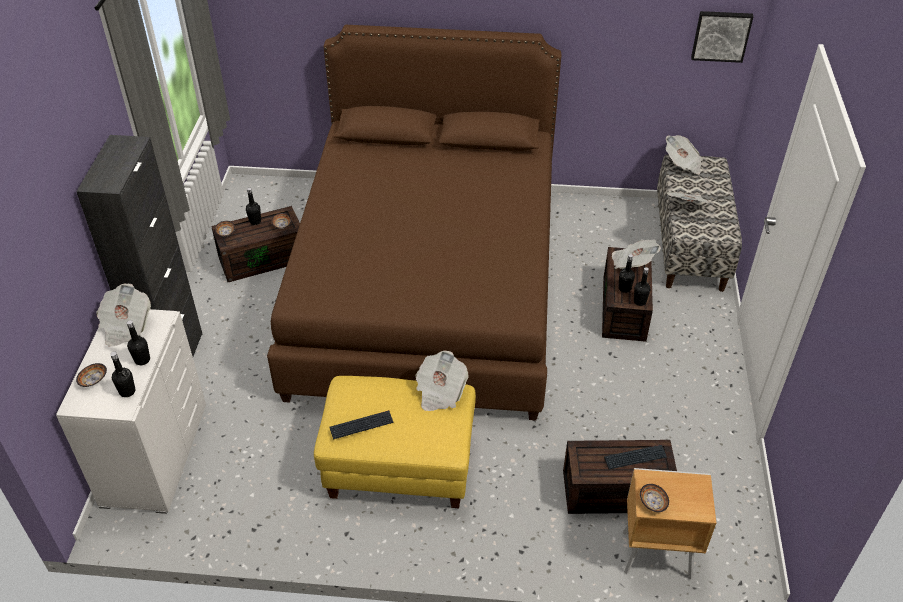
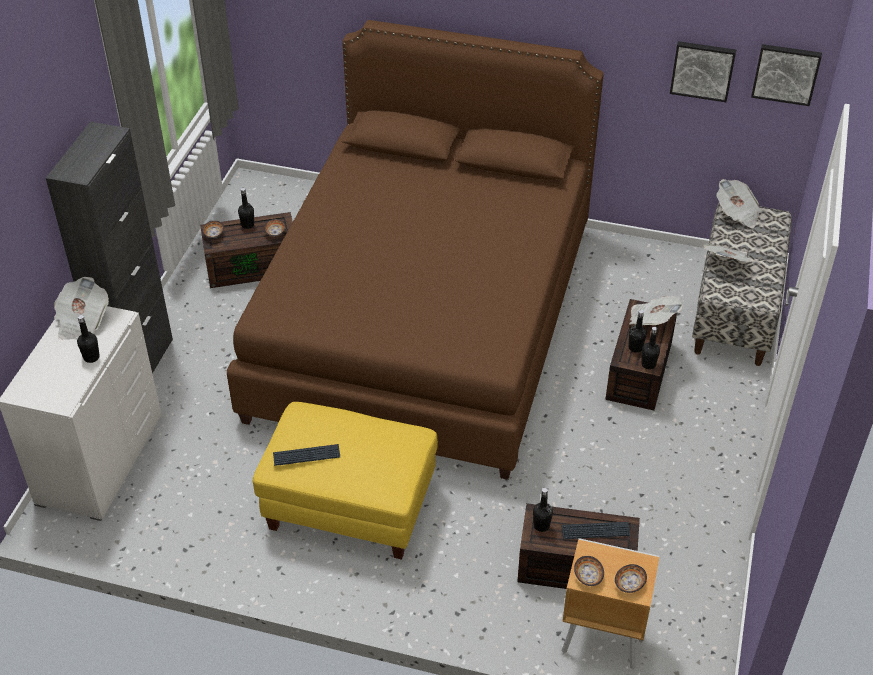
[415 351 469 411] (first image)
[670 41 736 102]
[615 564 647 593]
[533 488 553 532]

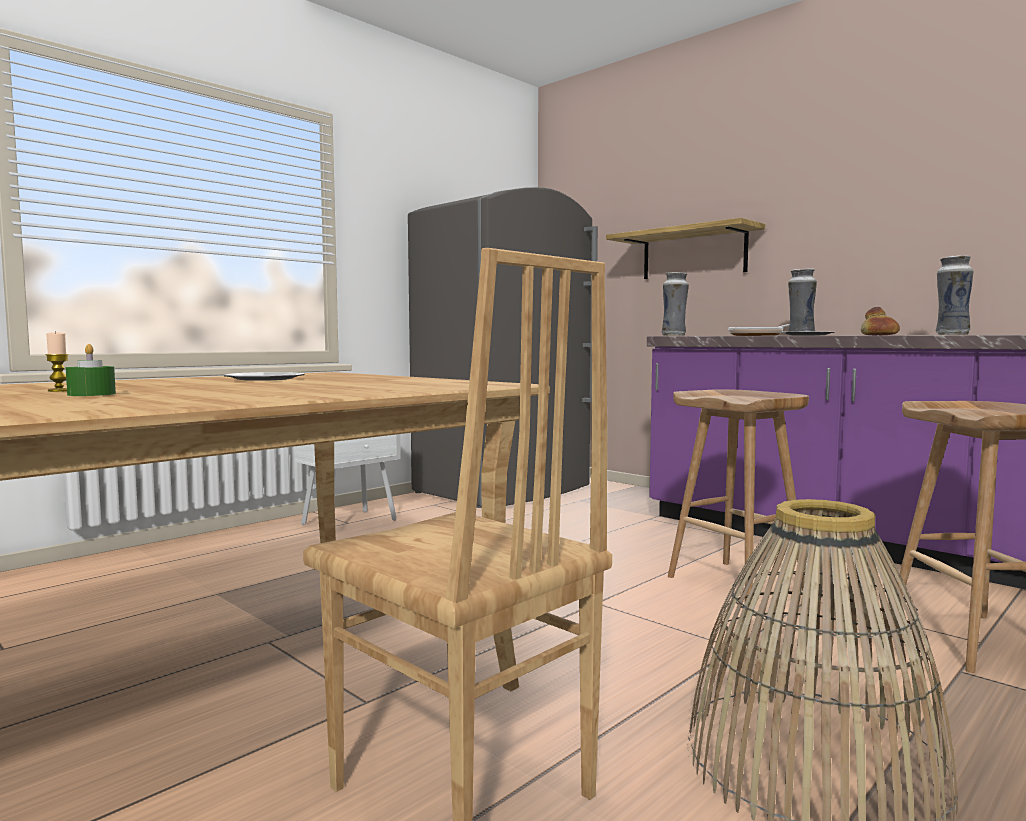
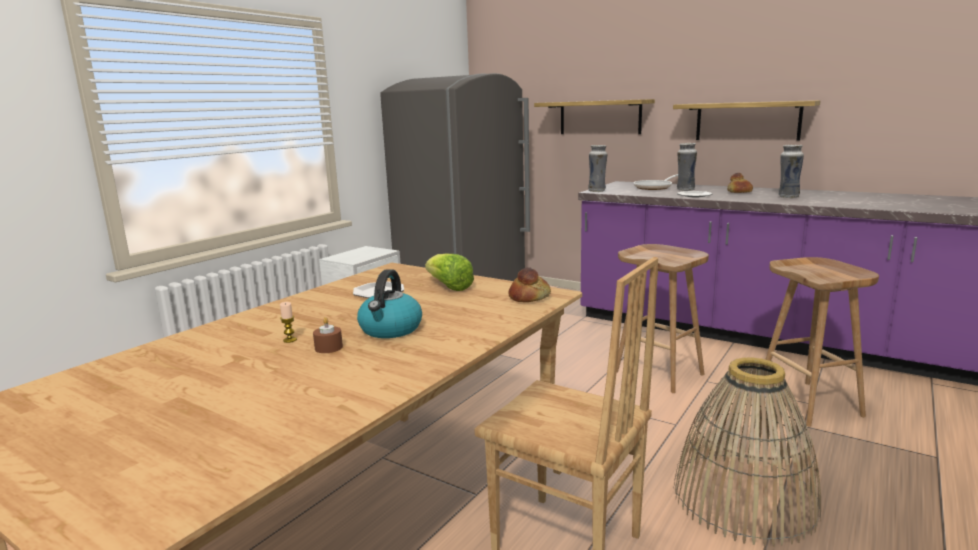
[357 269 422 338]
[425 253 474 291]
[508 267 551 302]
[673 100 821 140]
[313 317 343 353]

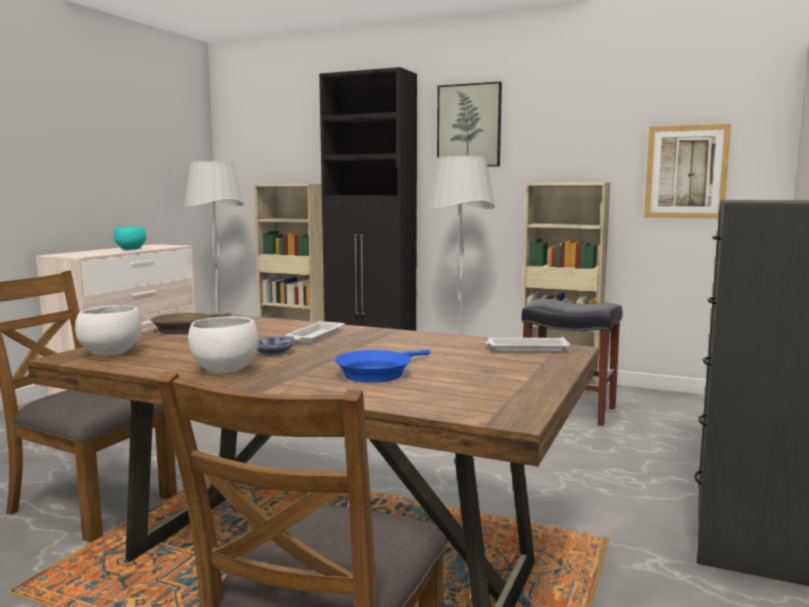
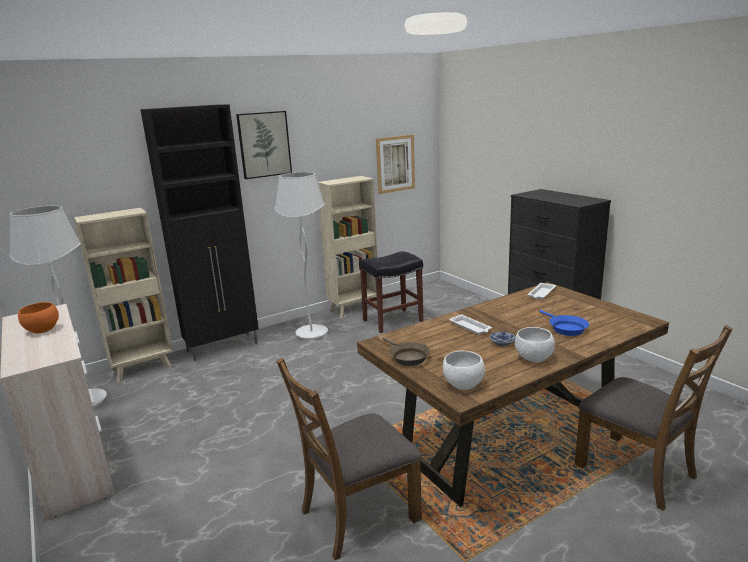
[18 302 59 333]

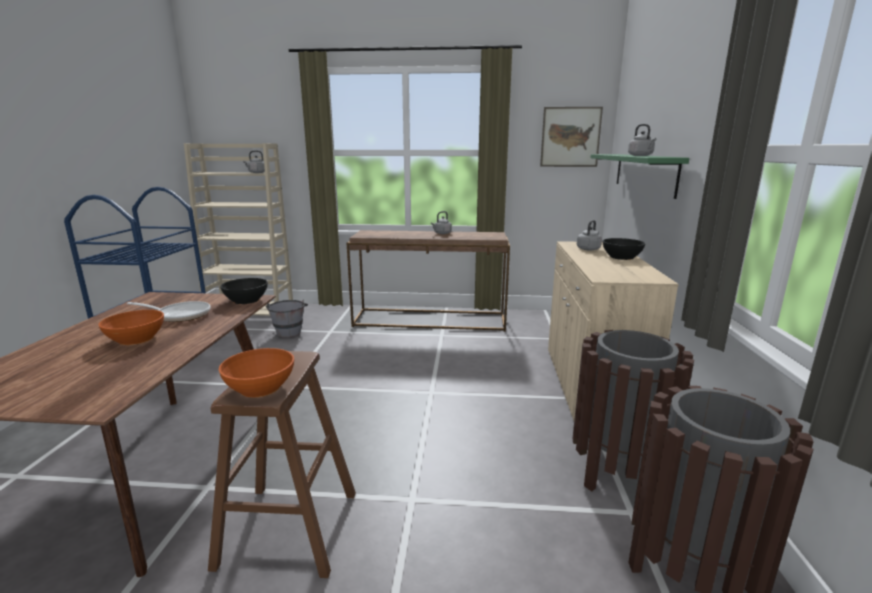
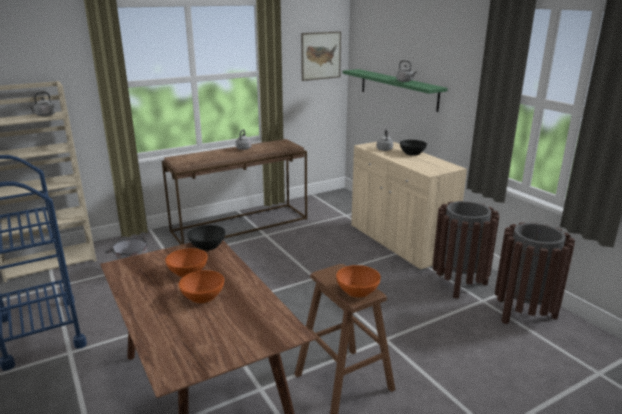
[165 248 208 277]

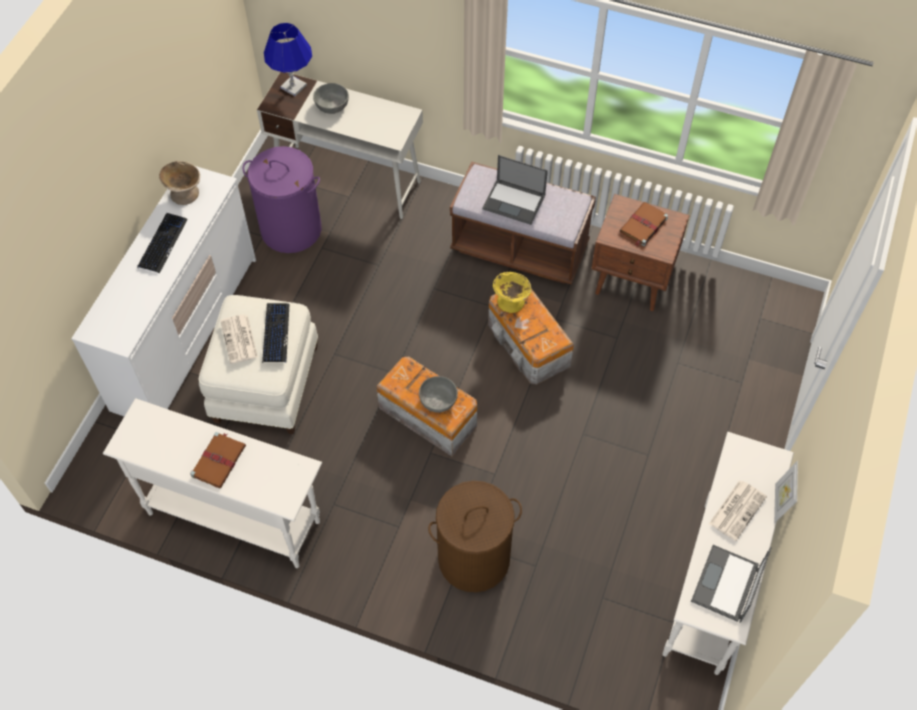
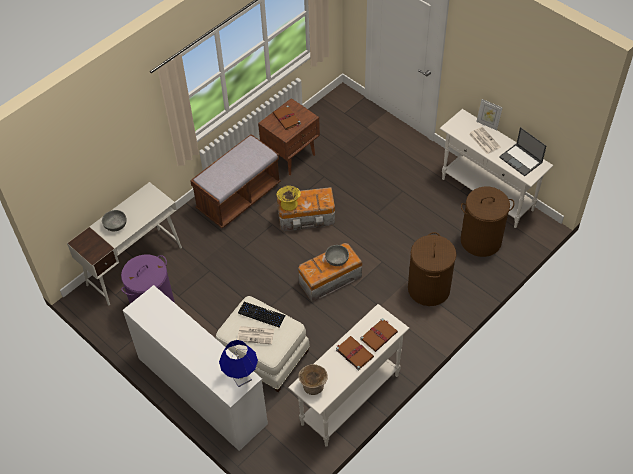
[137 213 188 274] (first image)
[482 155 548 225] (first image)
[360 318 398 352]
[461 187 514 257]
[298 364 328 395]
[219 340 258 387]

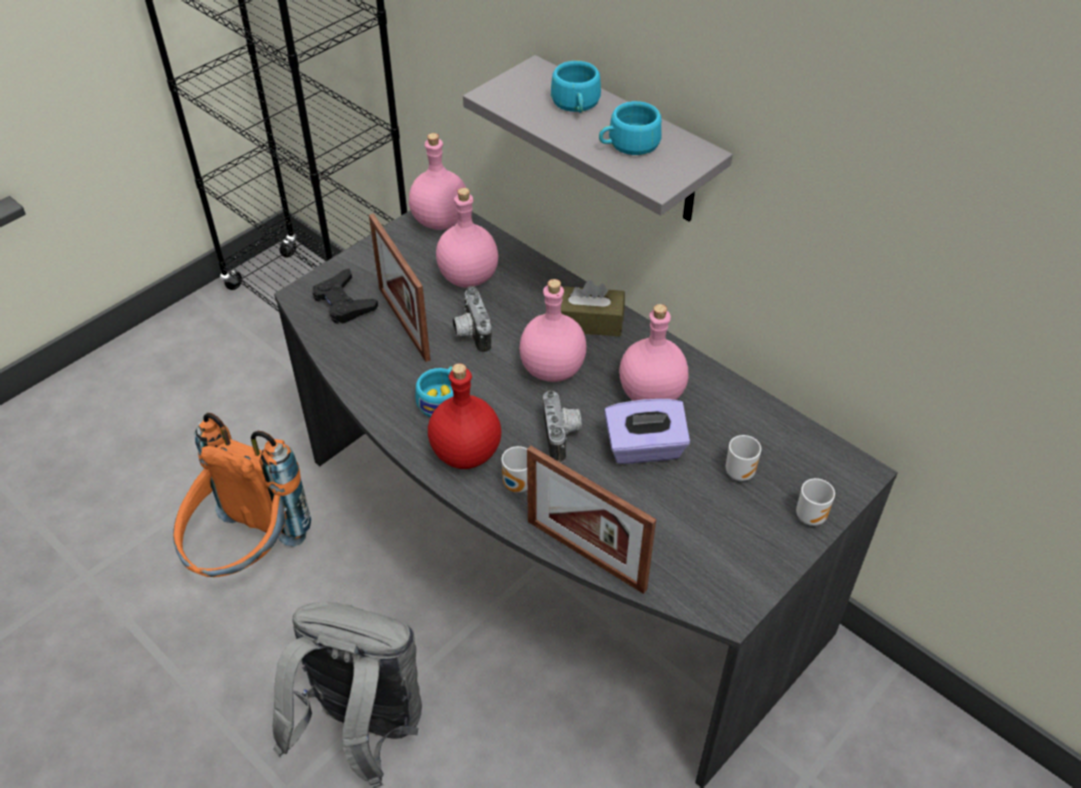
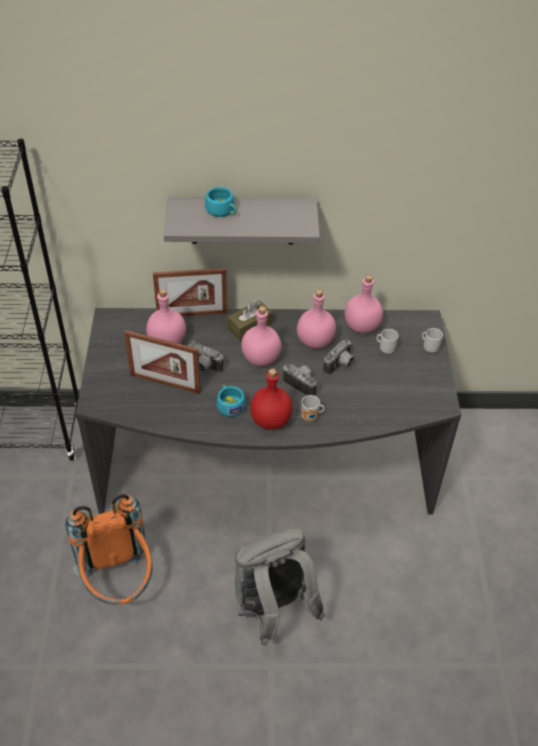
[312 268 378 324] (first image)
[599 101 662 155] (first image)
[344 275 383 333]
[153 268 227 316]
[323 339 354 375]

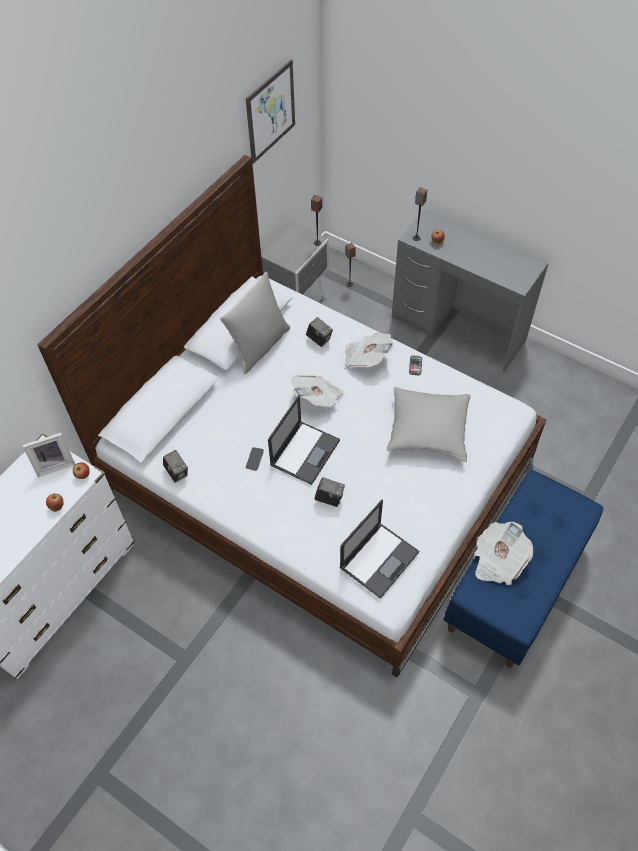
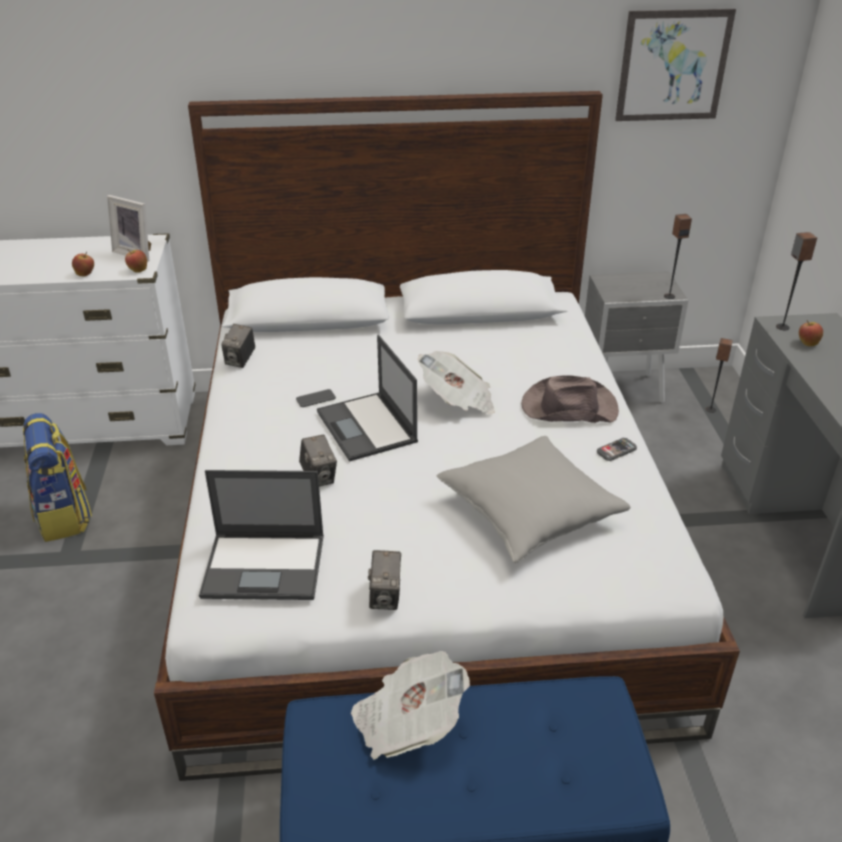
[220 272 290 374] (first image)
[23 413 92 542]
[368 550 401 610]
[521 375 619 423]
[317 335 418 462]

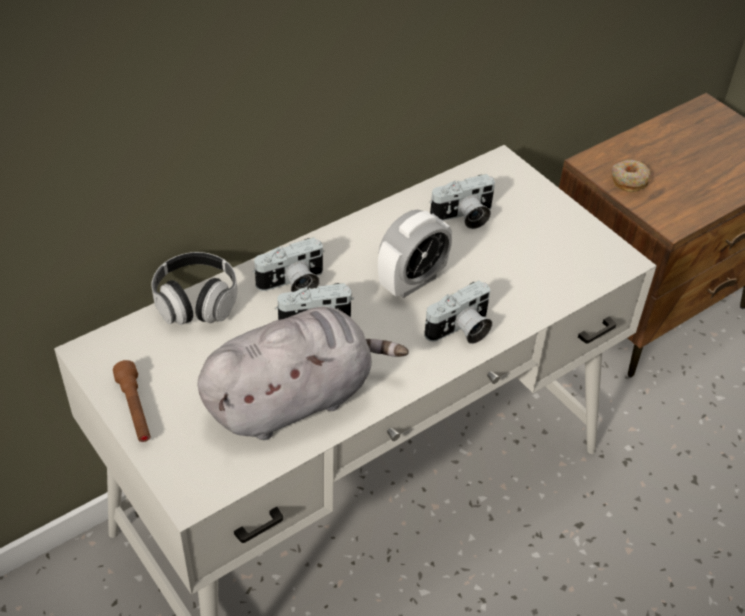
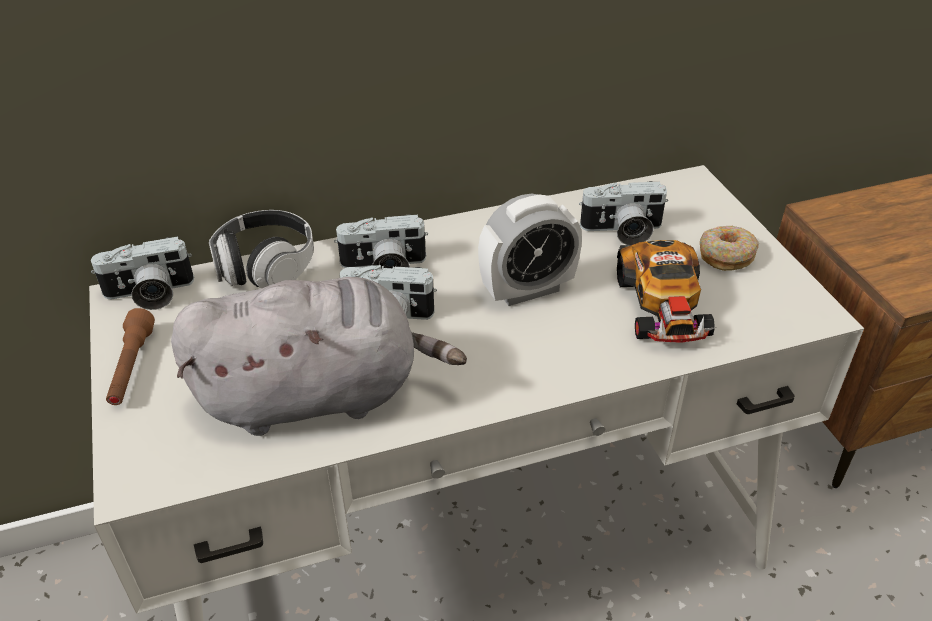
[617 240 717 343]
[91 237 194 310]
[700 226 759 271]

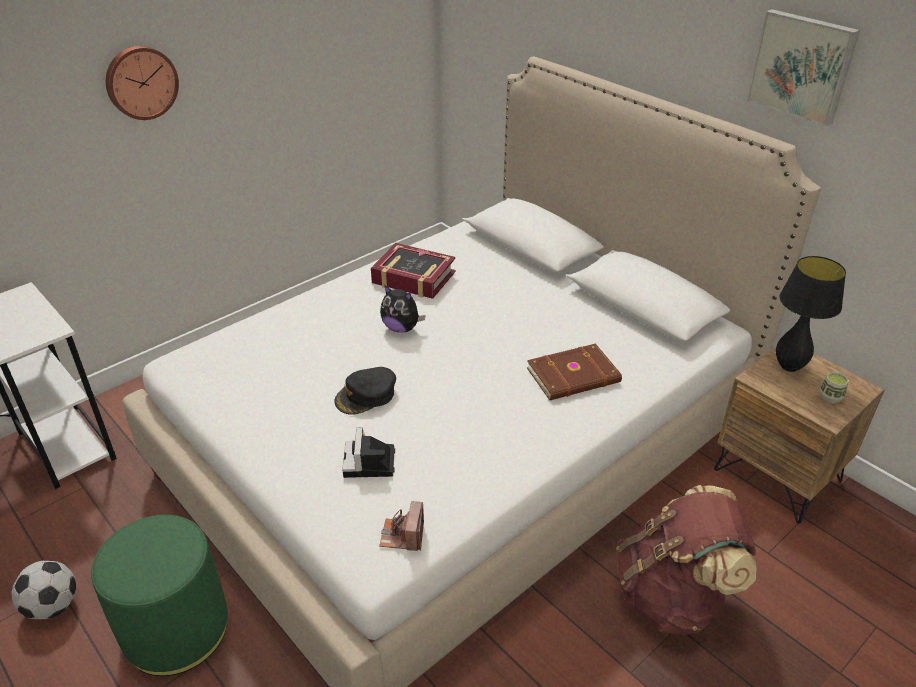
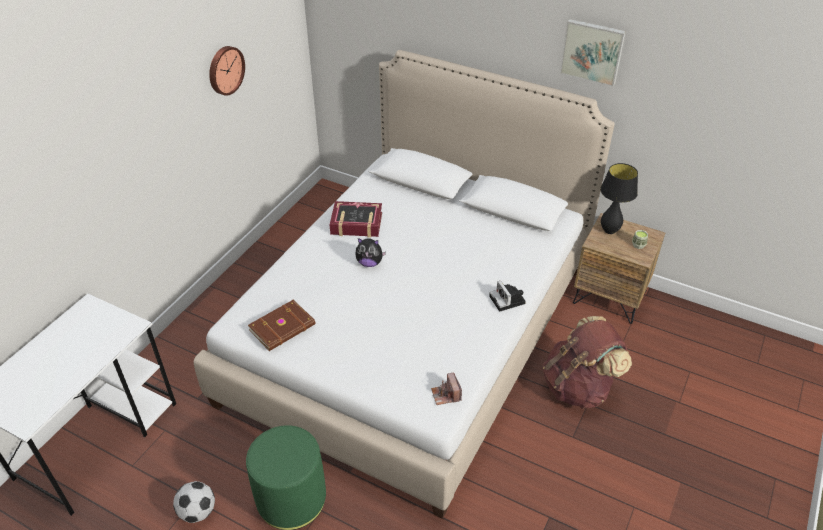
[335 367 396 415] (first image)
[209 46 245 96]
[489 281 526 312]
[248 300 316 351]

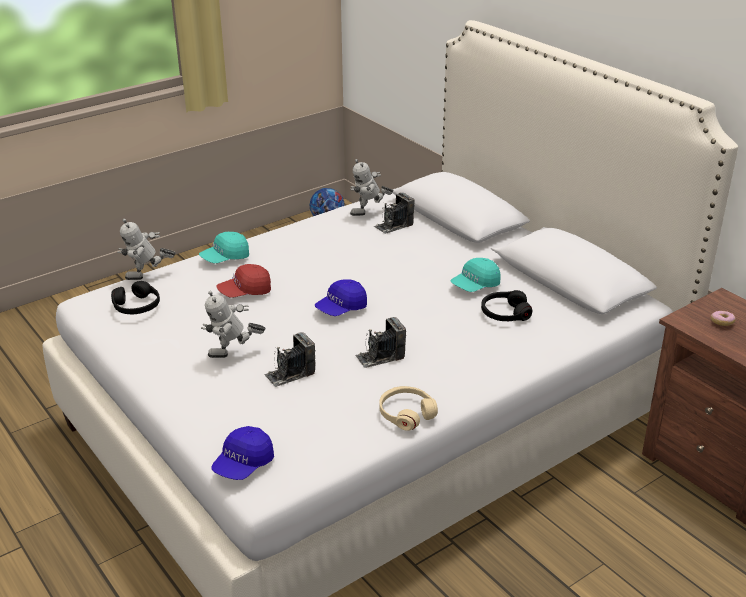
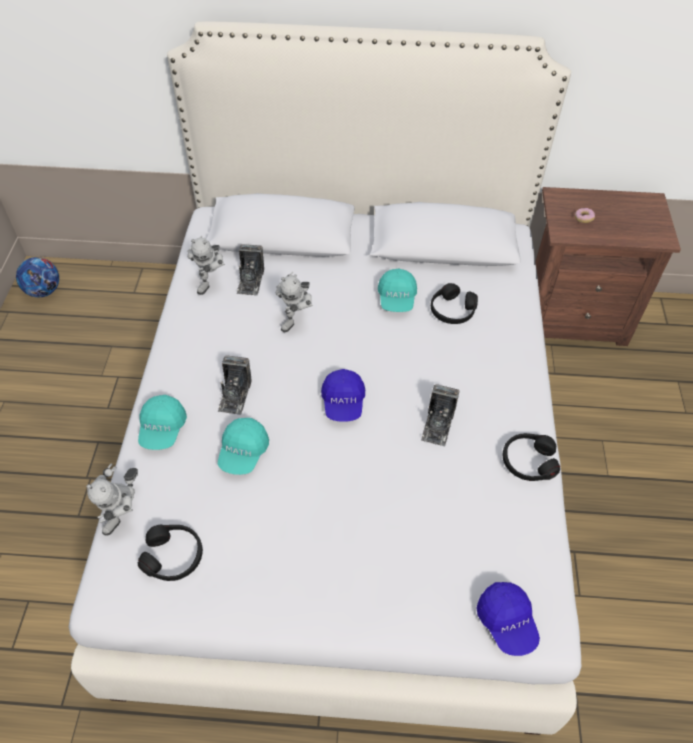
[276 272 313 332]
[218 355 251 415]
[218 418 269 475]
[503 433 560 481]

